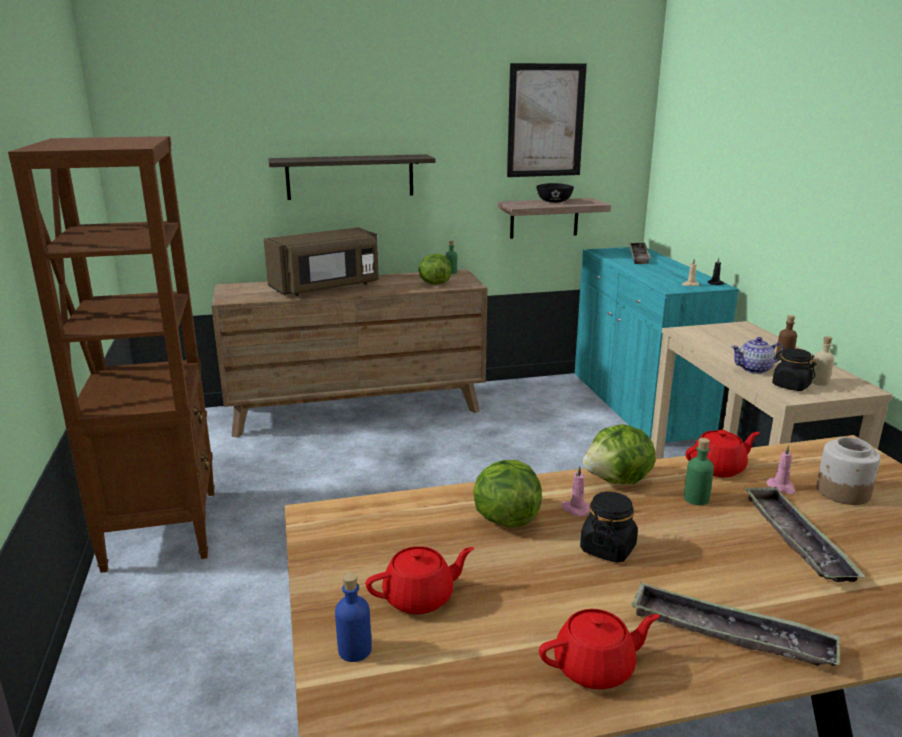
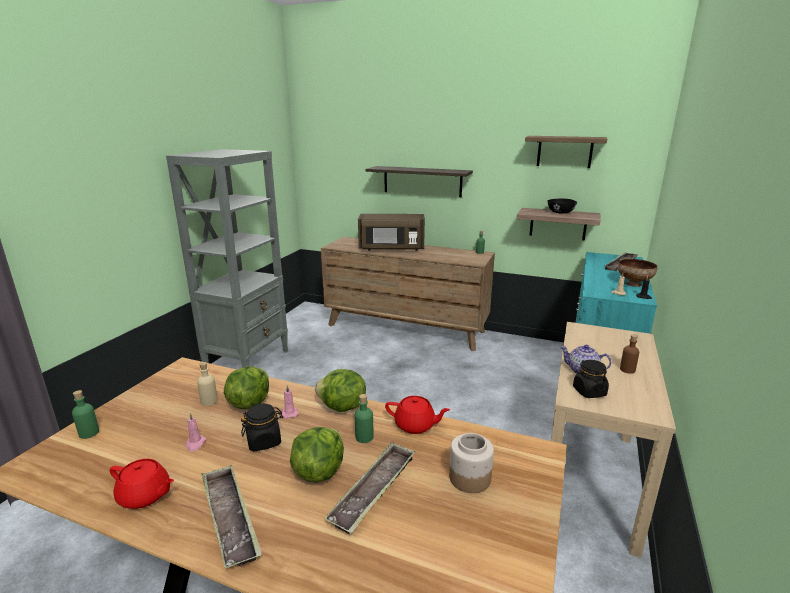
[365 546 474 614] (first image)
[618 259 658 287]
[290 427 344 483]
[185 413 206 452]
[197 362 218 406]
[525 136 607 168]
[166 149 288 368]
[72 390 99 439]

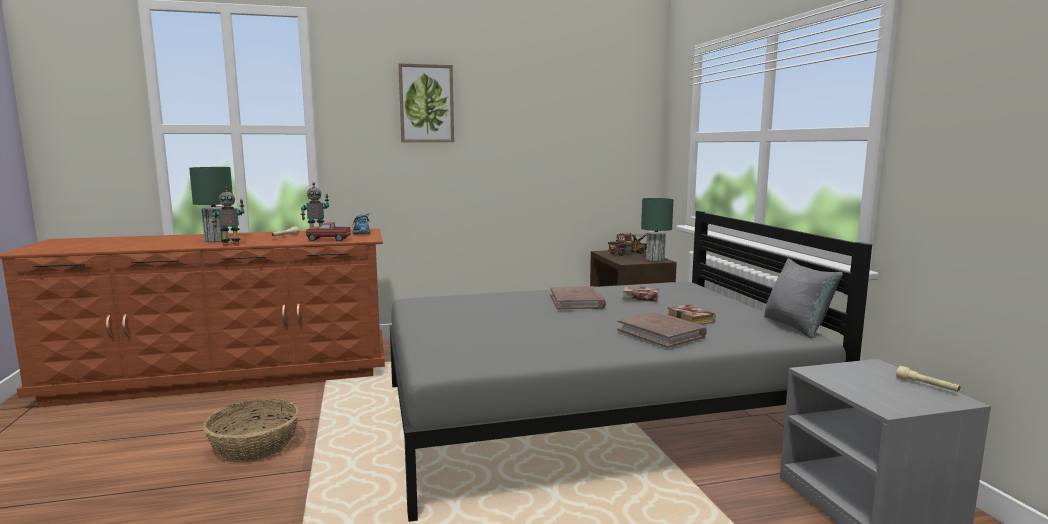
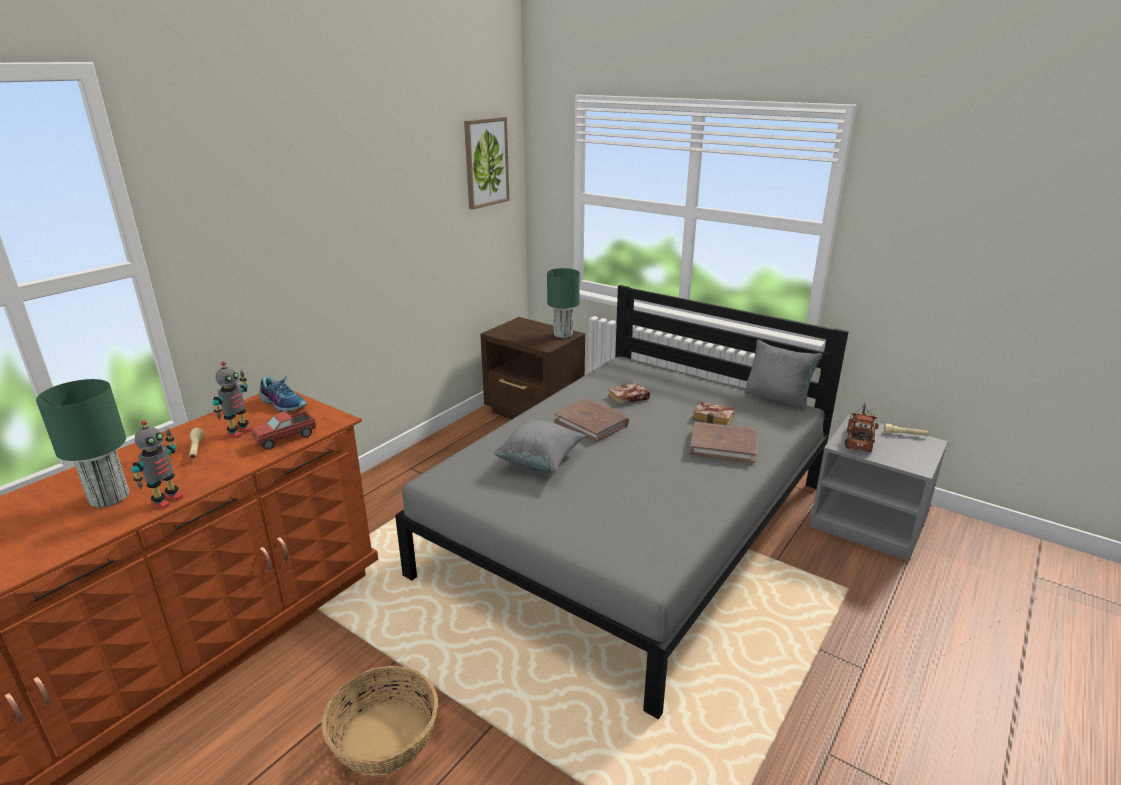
[493 420 585 473]
[464 117 510 210]
[845 403 879 452]

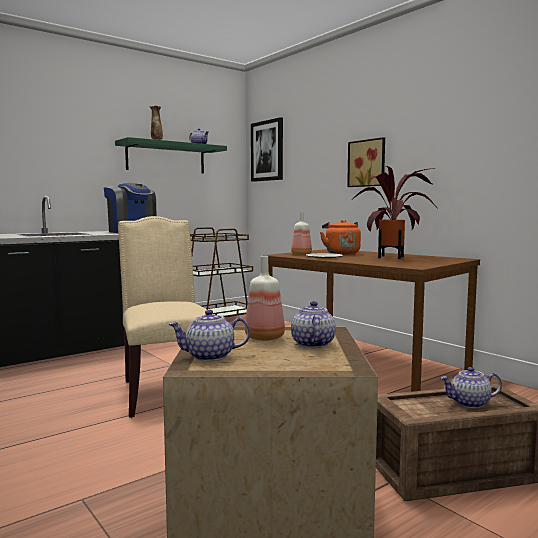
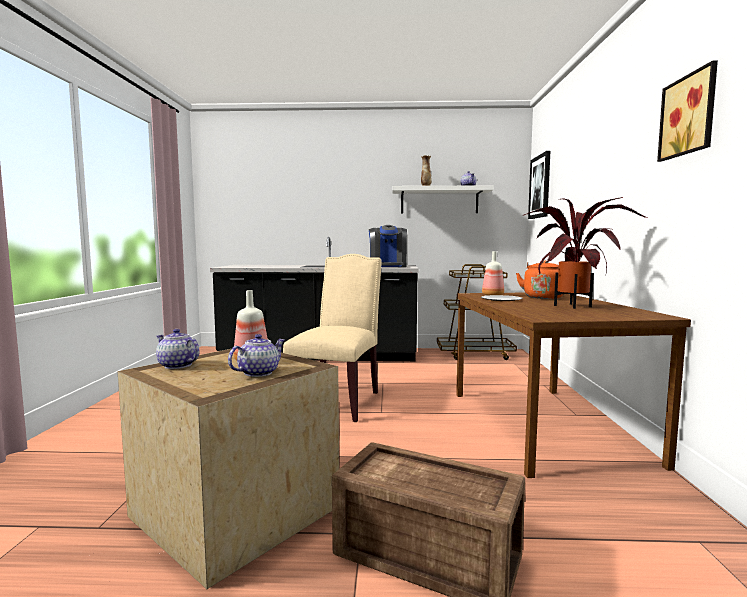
[440 367 502 408] (first image)
[657 60 718 162]
[392 185 494 213]

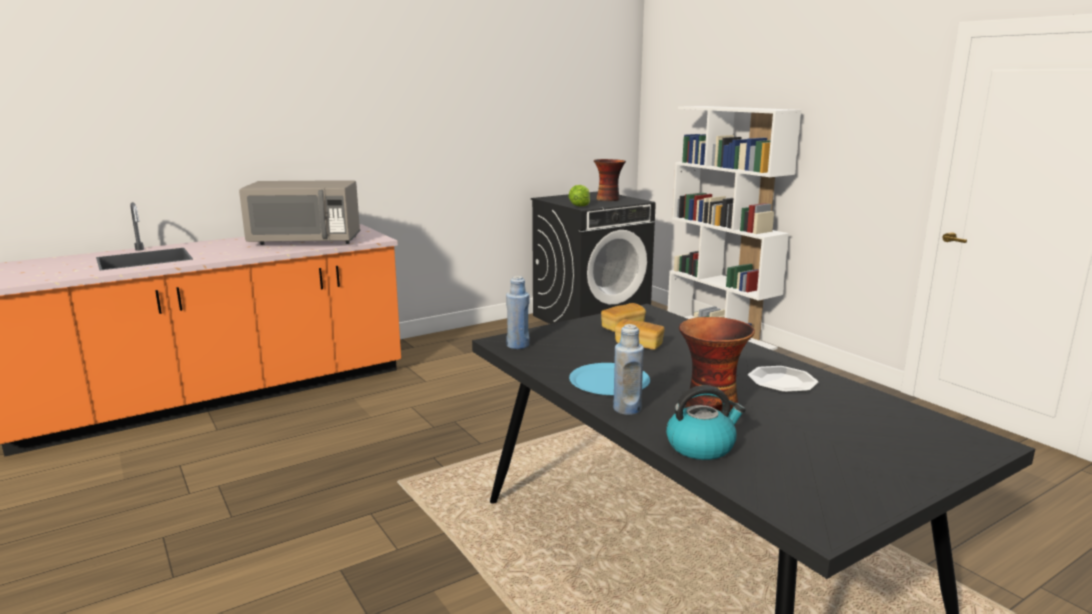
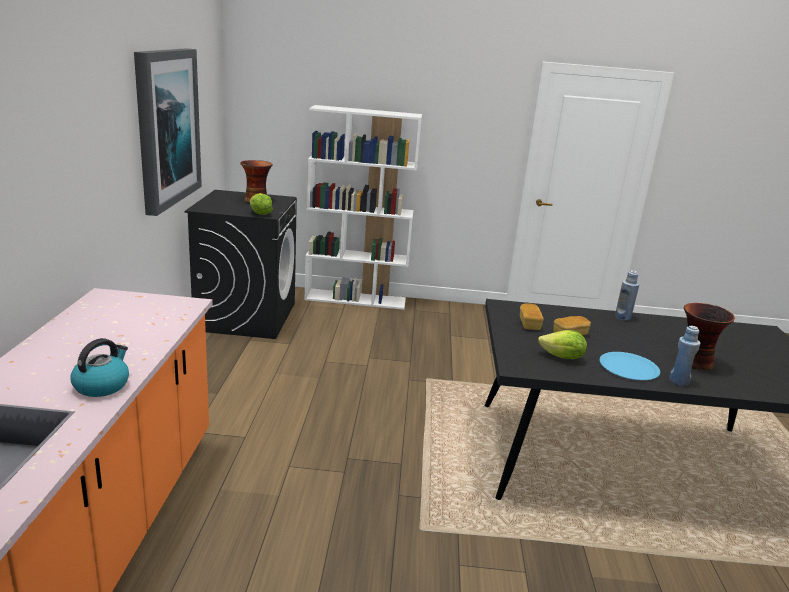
[239 180 360 245] (first image)
[748 366 818 392] (first image)
[134 48 202 216]
[538 330 587 359]
[615 270 639 320]
[70 338 129 397]

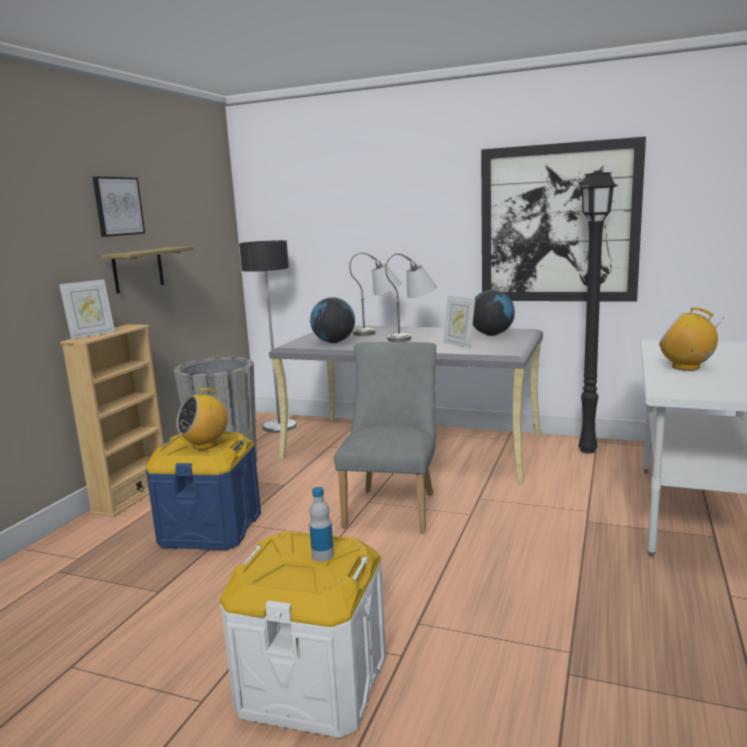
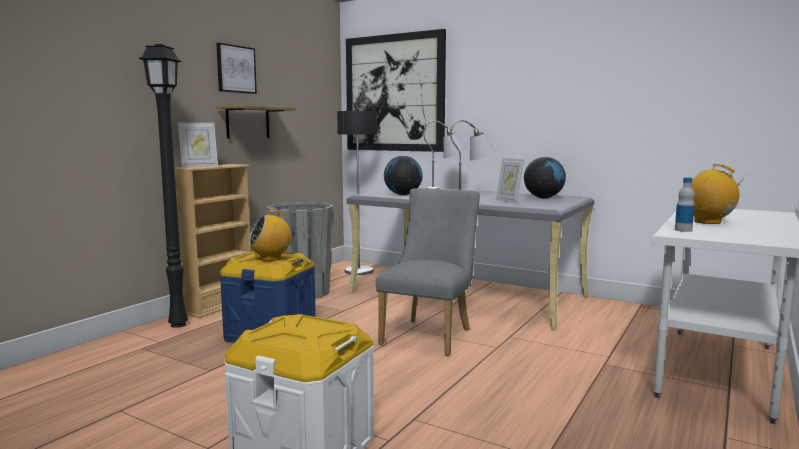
[675 177 695 232]
[346 29 446 152]
[138 44 188 328]

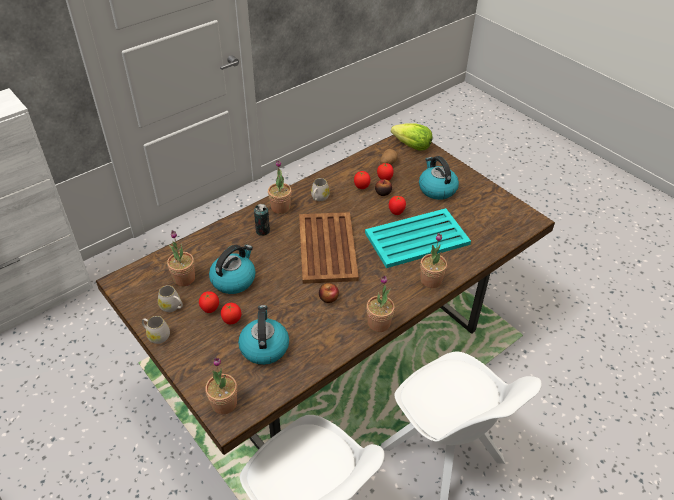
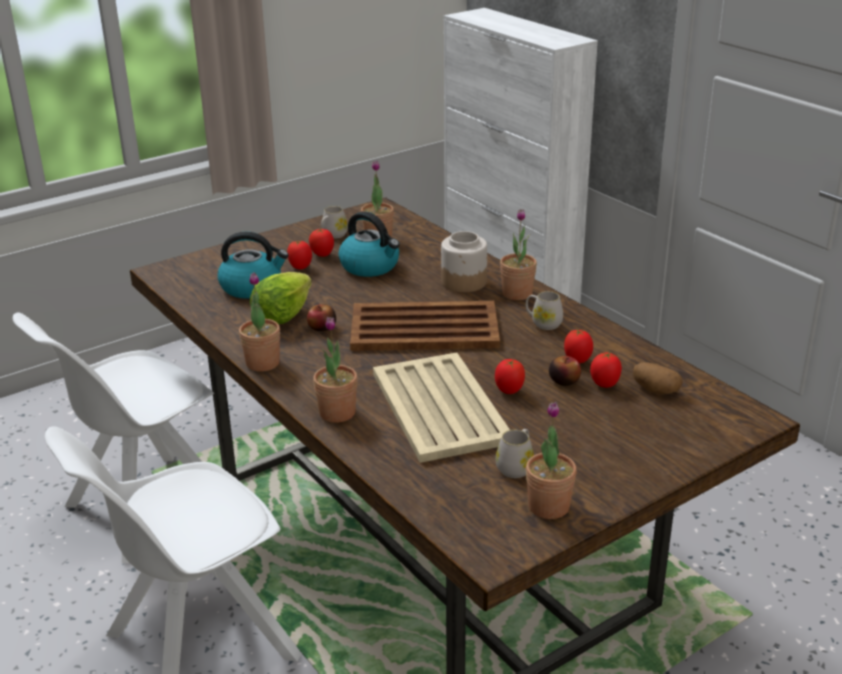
[419 156 459 200] (first image)
[496 429 534 478]
[526 402 577 519]
[250 272 312 324]
[441 231 487 292]
[373 352 510 463]

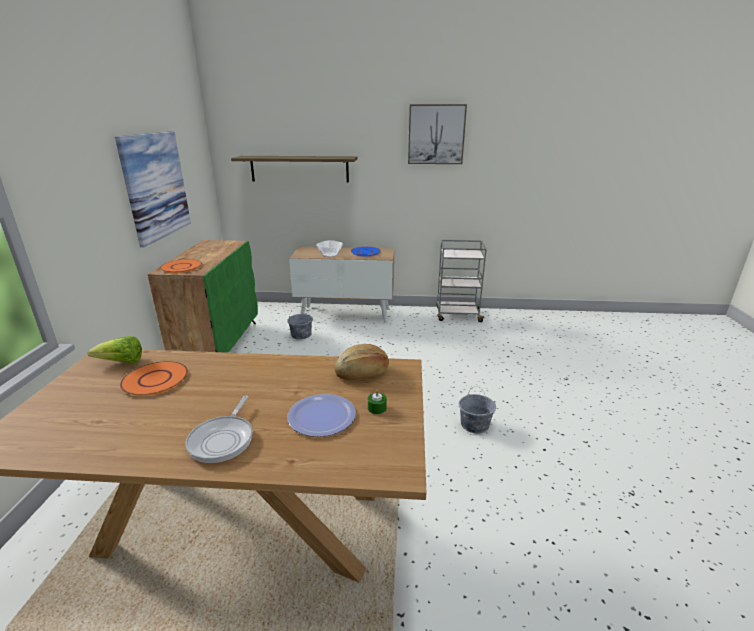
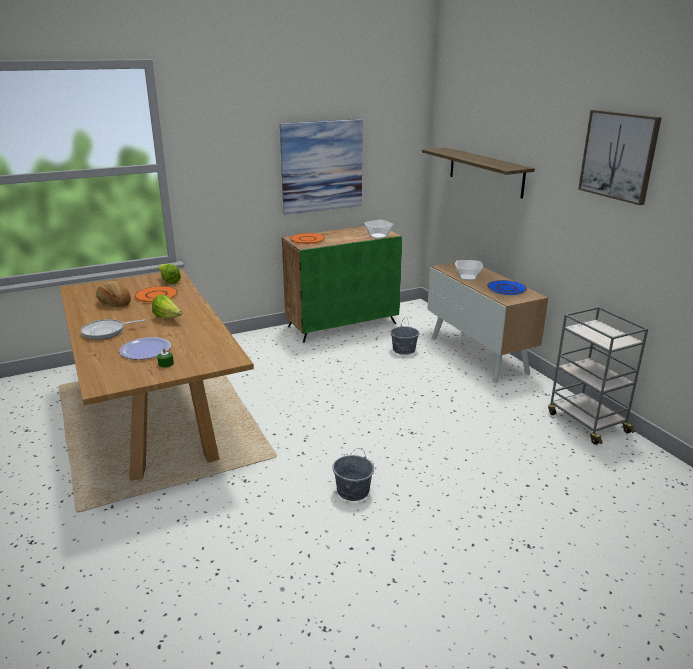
[152 295 182 319]
[364 220 393 239]
[96 281 131 307]

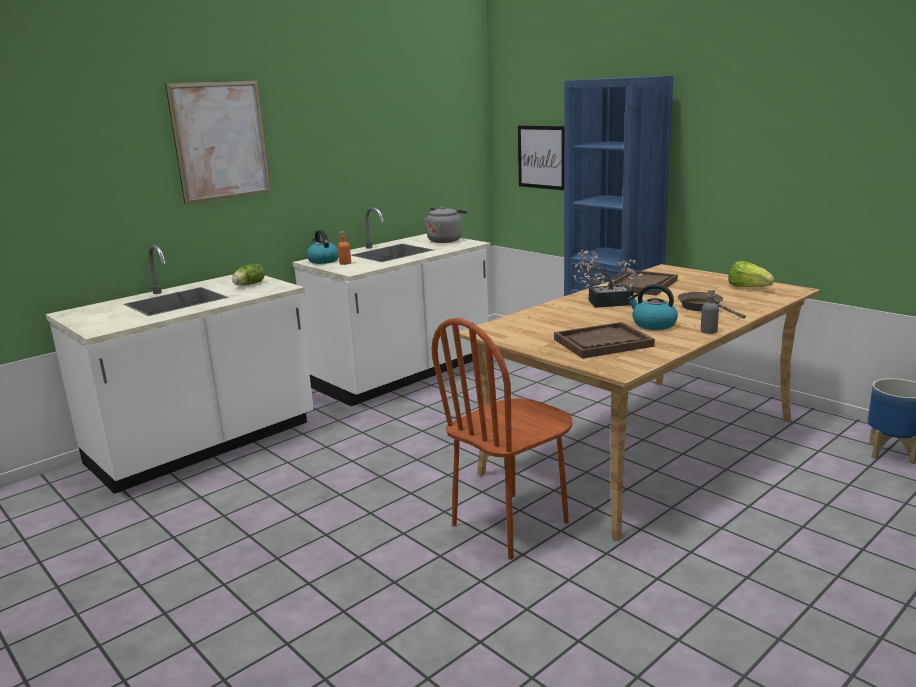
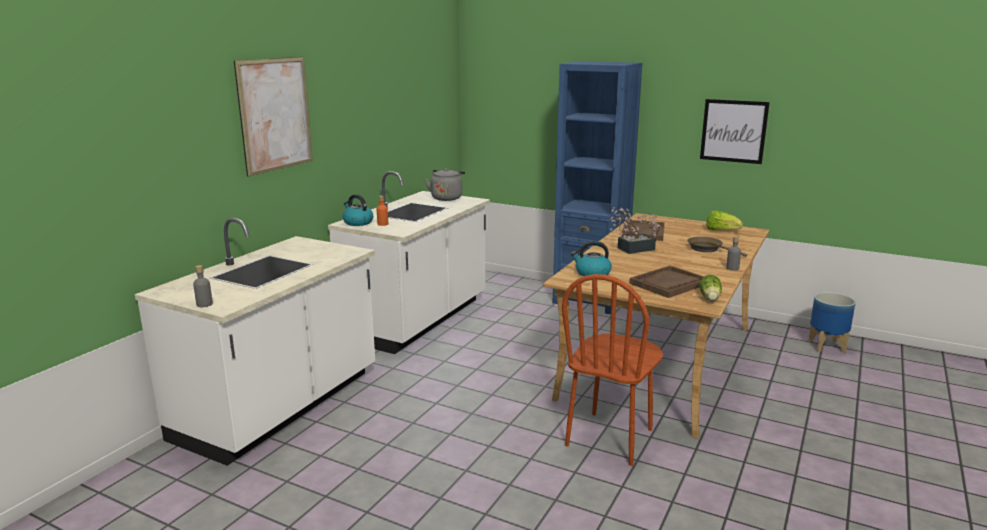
[193 265 213 307]
[699 275 722 301]
[700 99 770 164]
[571 241 612 277]

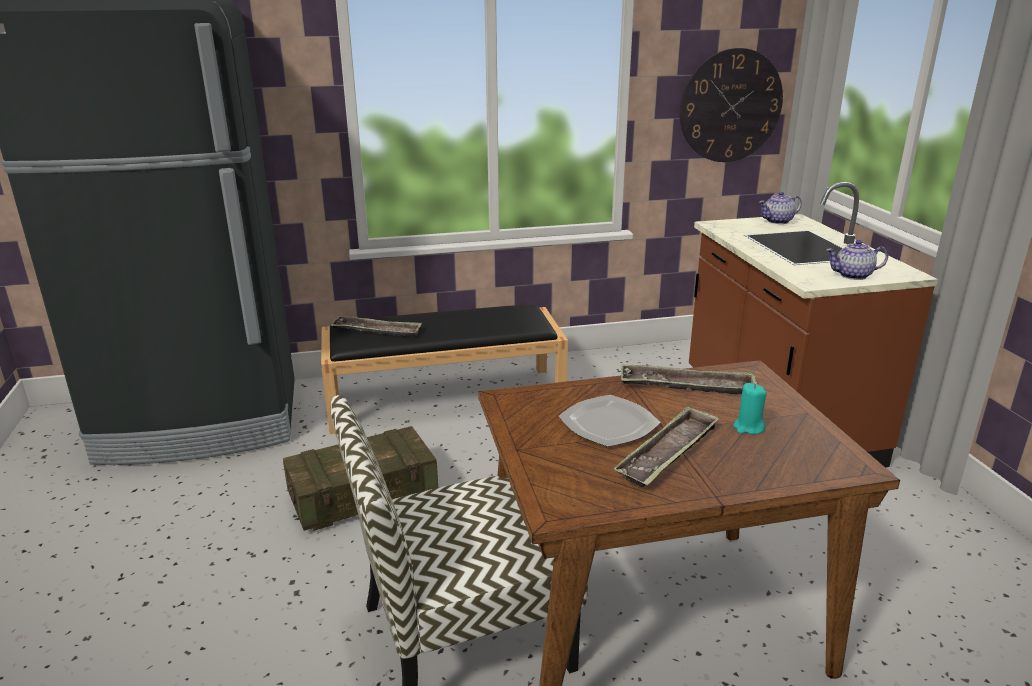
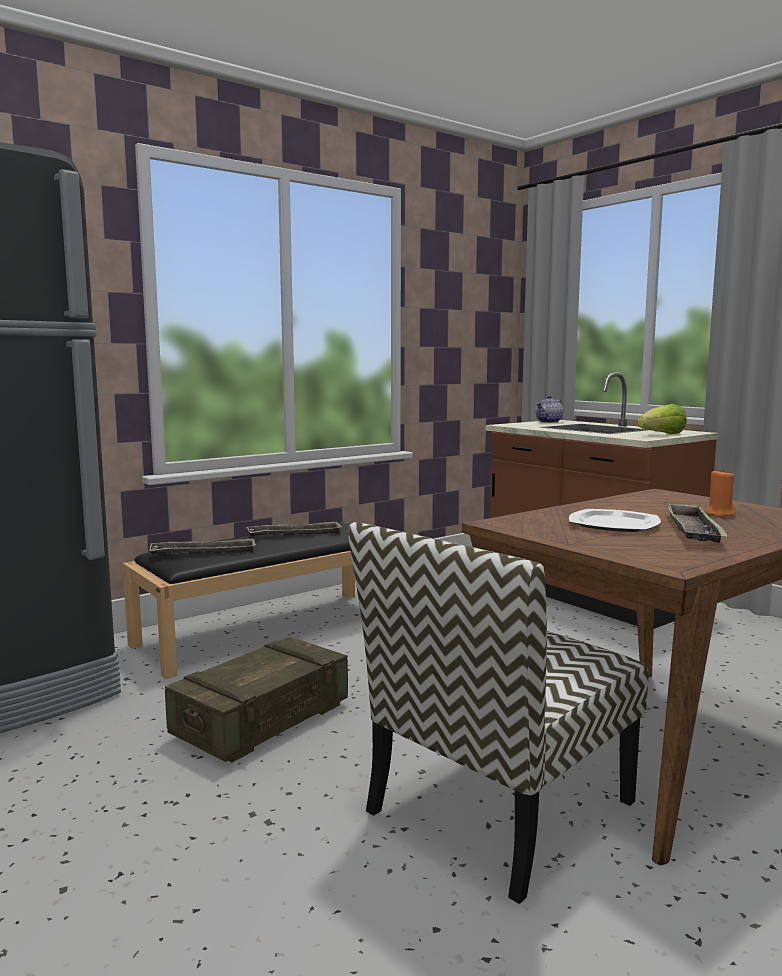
[680 48 783 162] (first image)
[247 521 342 536]
[637 404 687 434]
[706 469 735 517]

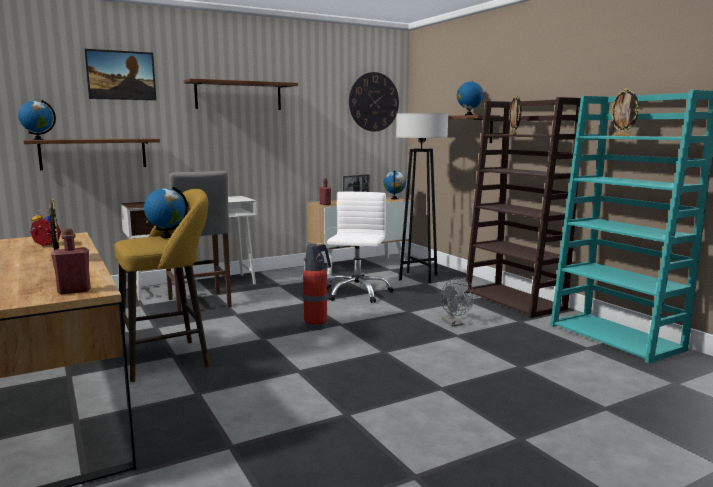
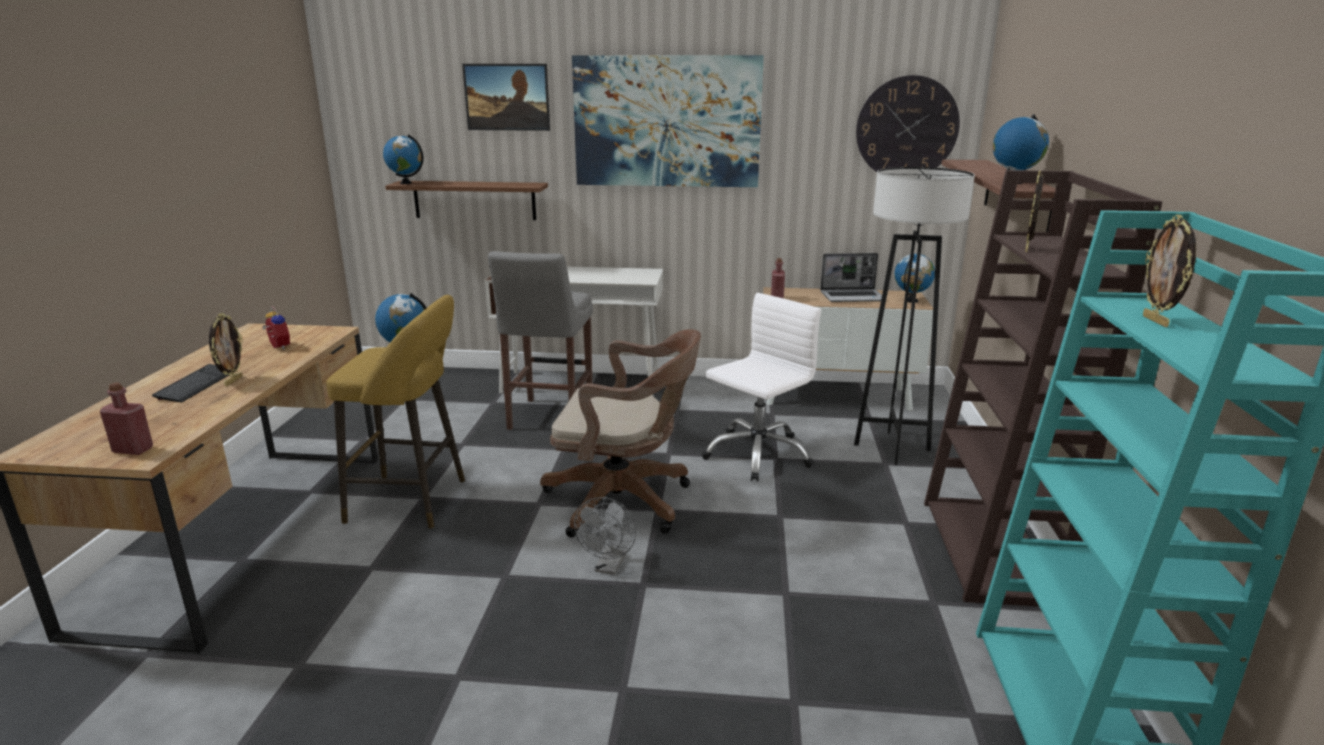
[152 364 235 403]
[574 497 636 575]
[572 55 764 187]
[540 329 701 538]

